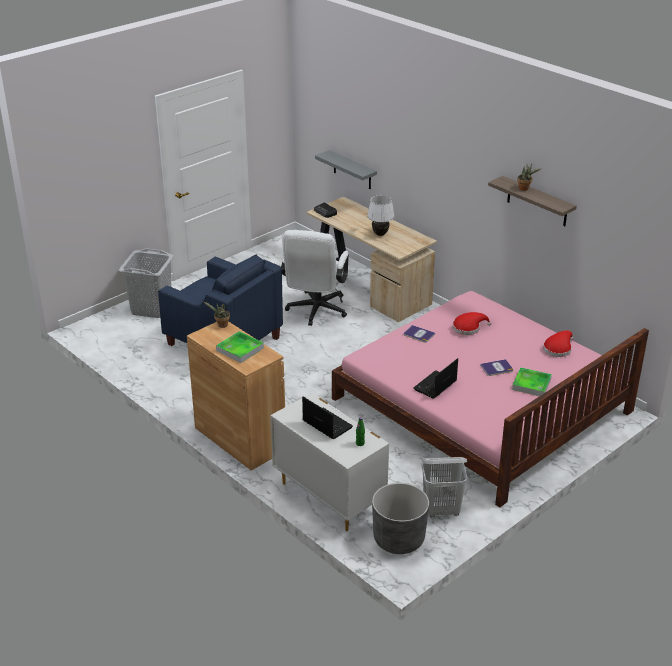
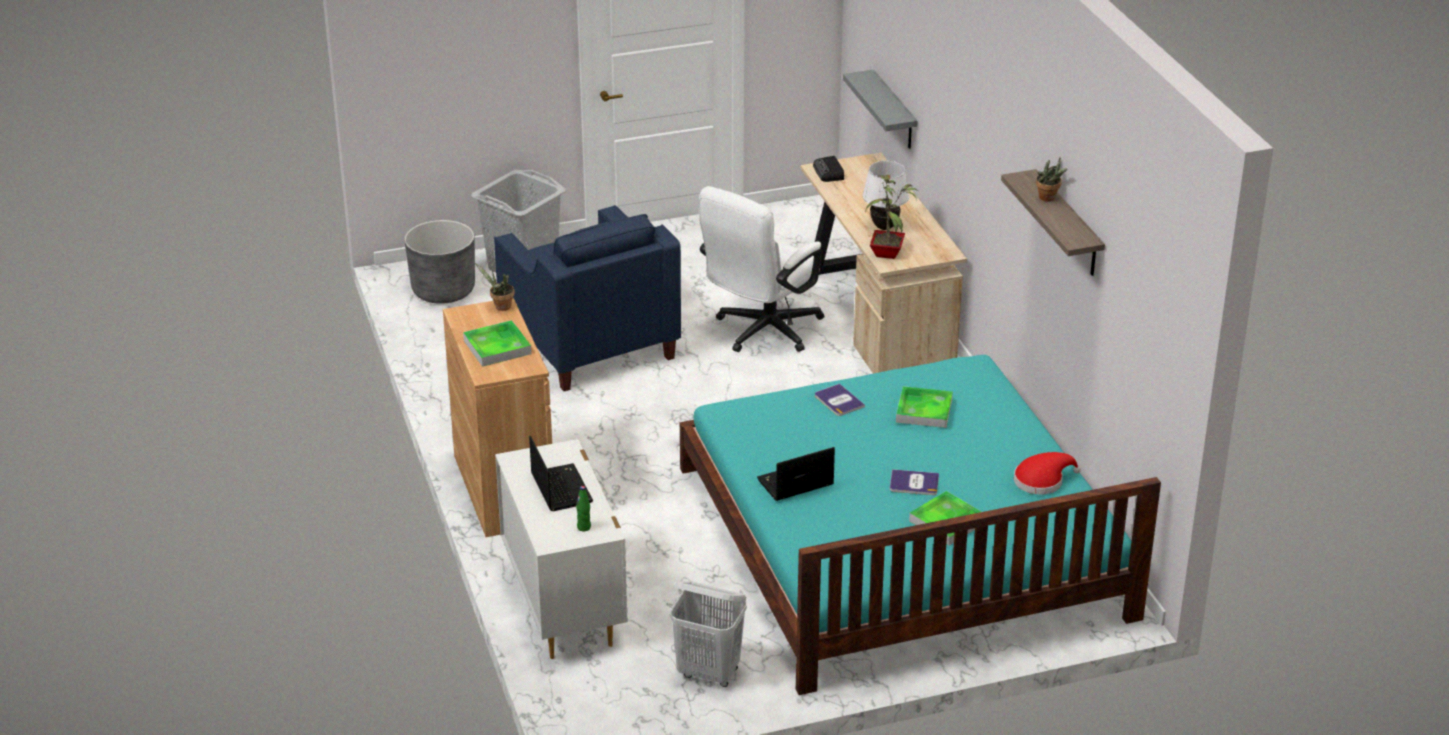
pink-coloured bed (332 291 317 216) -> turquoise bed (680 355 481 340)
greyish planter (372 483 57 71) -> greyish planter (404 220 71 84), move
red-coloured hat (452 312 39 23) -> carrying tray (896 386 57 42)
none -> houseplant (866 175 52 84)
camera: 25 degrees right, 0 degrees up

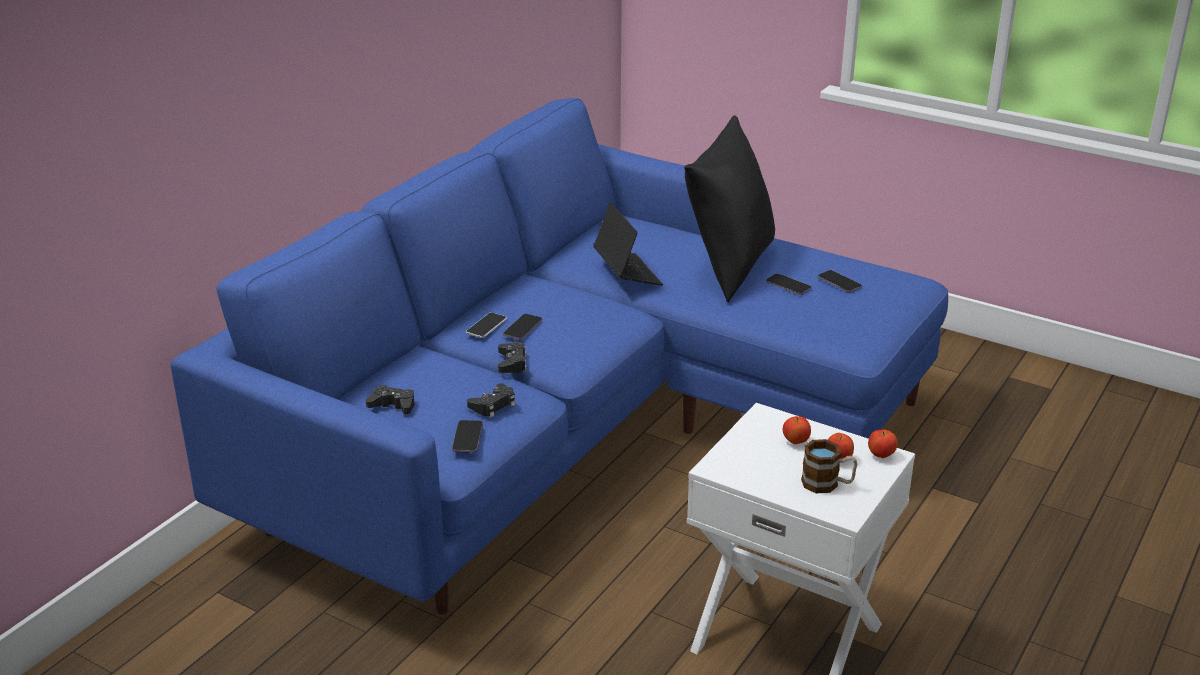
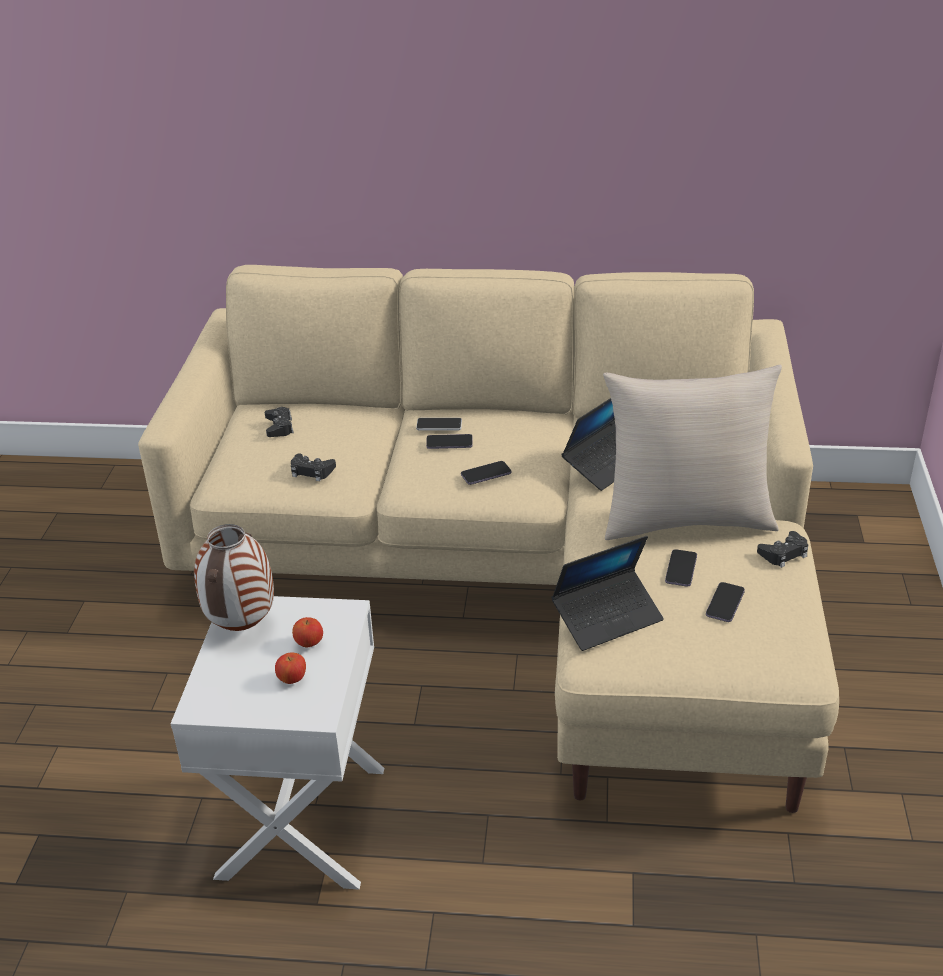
bluish sofa (171 98 777 516) -> beige sofa (138 265 701 548)
handset (452 420 31 32) -> handset (461 461 50 24), move
black game controller (498 342 29 31) -> black game controller (757 531 51 37), move
black throw pillow (684 116 91 186) -> beige throw pillow (603 365 179 175)
tea mug (801 439 56 54) -> none
apple fruit (868 430 30 28) -> none
none -> decorative vase (194 524 80 107)
none -> portable computer (551 536 113 115)
camera: 65 degrees right, 5 degrees up

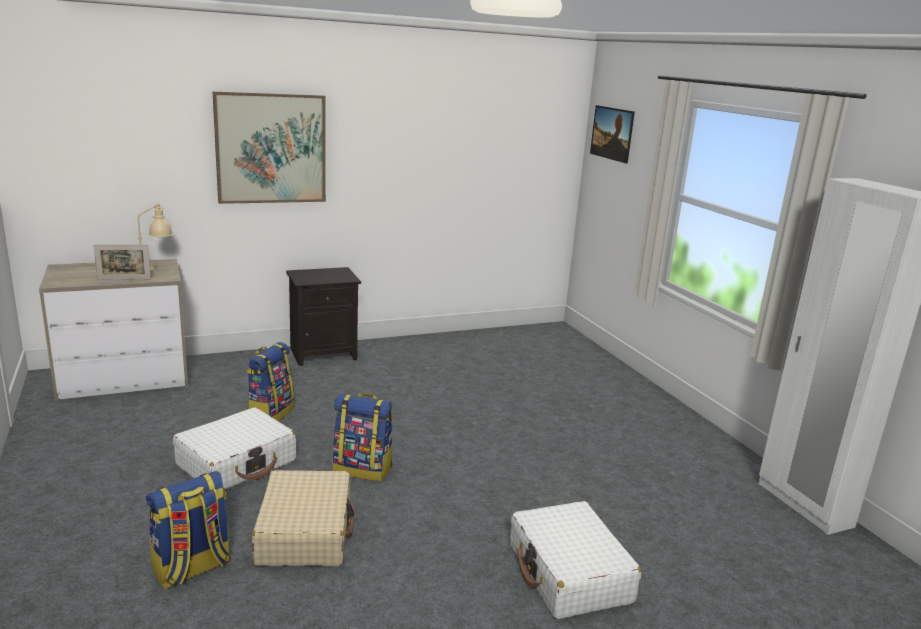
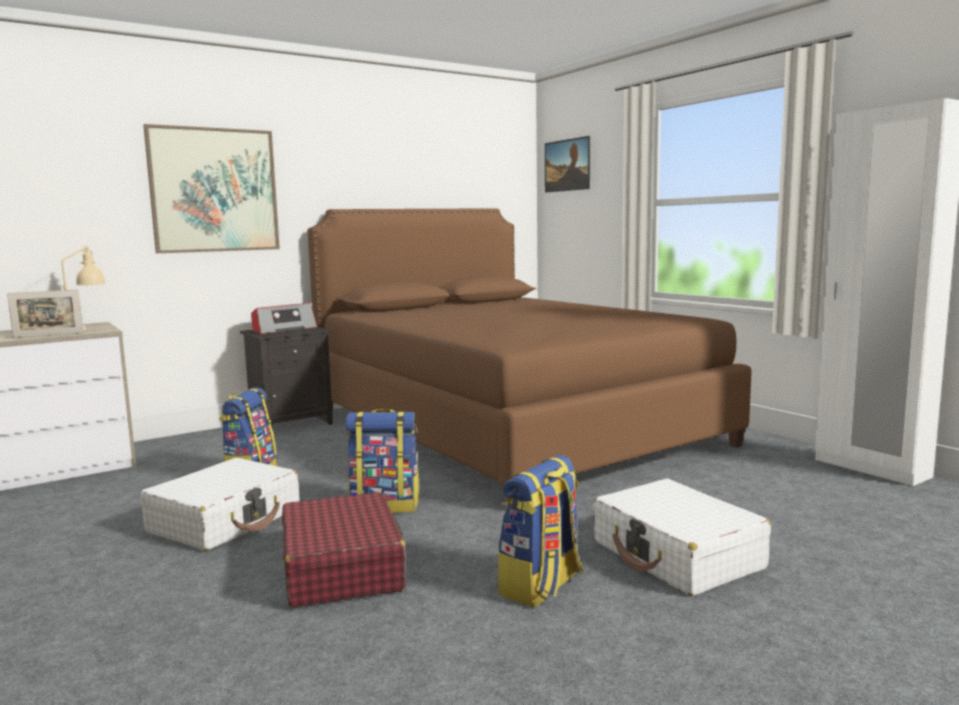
backpack (146 471 85 118) -> backpack (497 455 86 152), move
beige travel case (252 470 102 96) -> red-coloured travel case (282 492 124 115)
none -> radio receiver (251 303 66 31)
none -> brownish bed (308 208 444 291)
camera: 10 degrees left, 10 degrees down

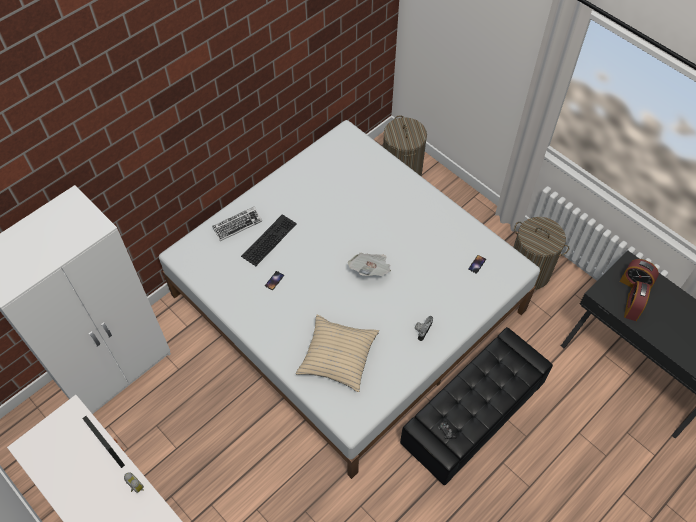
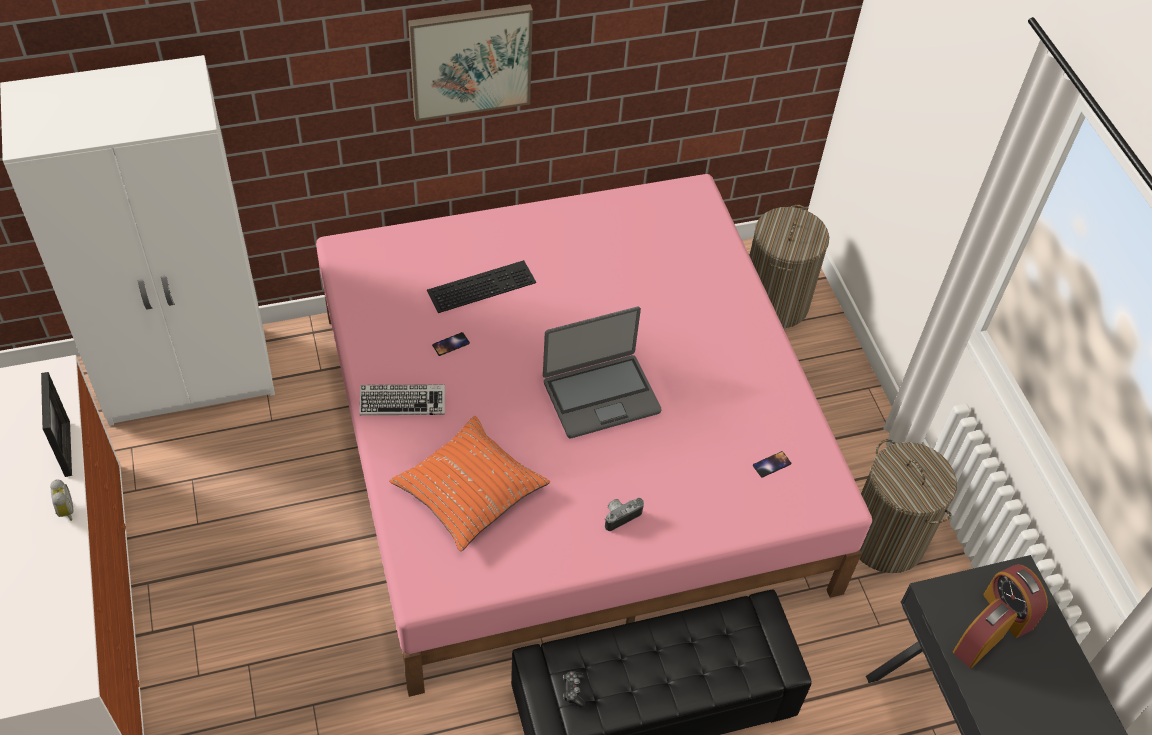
whitish bed (159 120 381 359) -> pink-coloured bed (316 174 556 523)
computer keyboard (212 206 50 35) -> computer keyboard (360 384 85 31), move
beige throw pillow (296 315 83 77) -> orange-coloured throw pillow (389 416 161 135)
printed paper (348 253 43 23) -> portable computer (543 307 119 132)
none -> picture (408 4 125 117)
camera: 25 degrees right, 5 degrees down

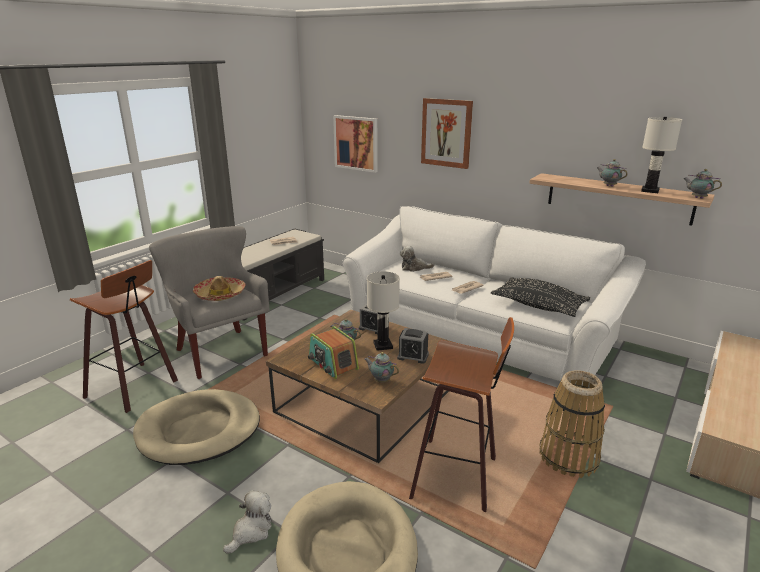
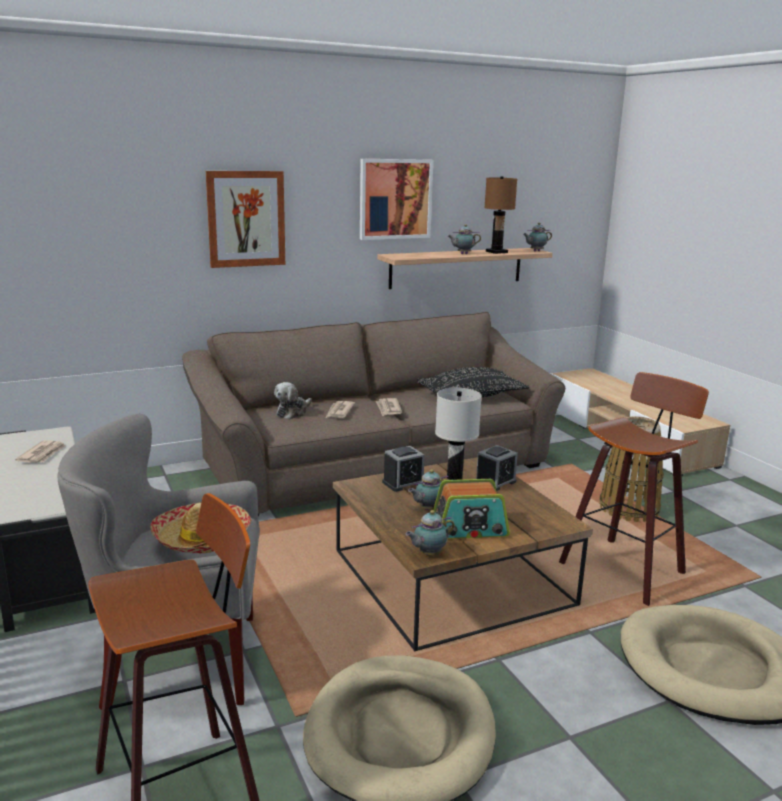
cuddly toy (223 490 49 64) -> none
picture (333 115 44 58) -> picture (360 159 73 81), move
whitish sofa (342 206 304 180) -> brownish sofa (182 312 383 206)
tea pot (364 352 35 30) -> tea pot (406 510 49 45), move
whitish table lamp (641 117 41 76) -> brownish table lamp (484 176 33 78)
camera: 60 degrees left, 5 degrees down

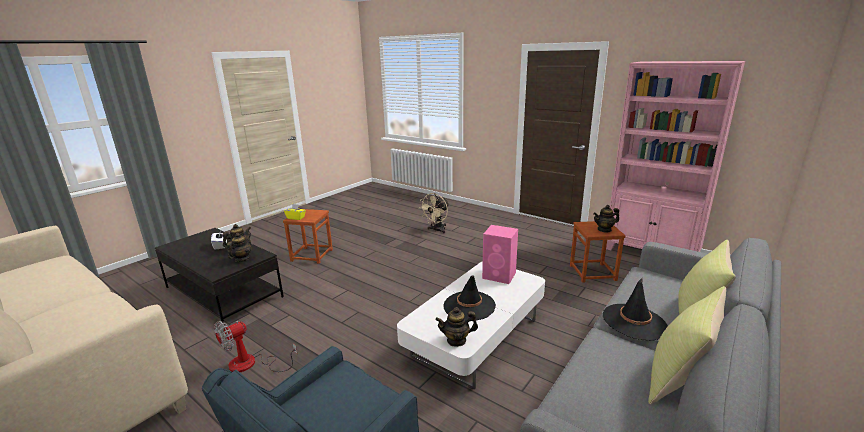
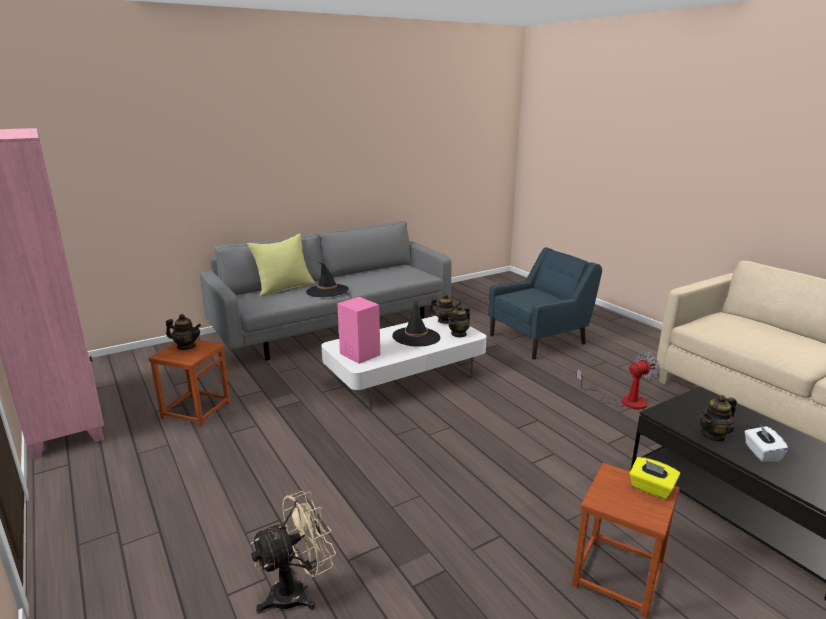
tea pot (227 233 24 29) -> tea pot (448 305 22 33), move
yellowish throw pillow (648 286 78 118) -> none
camera: 160 degrees left, 0 degrees up

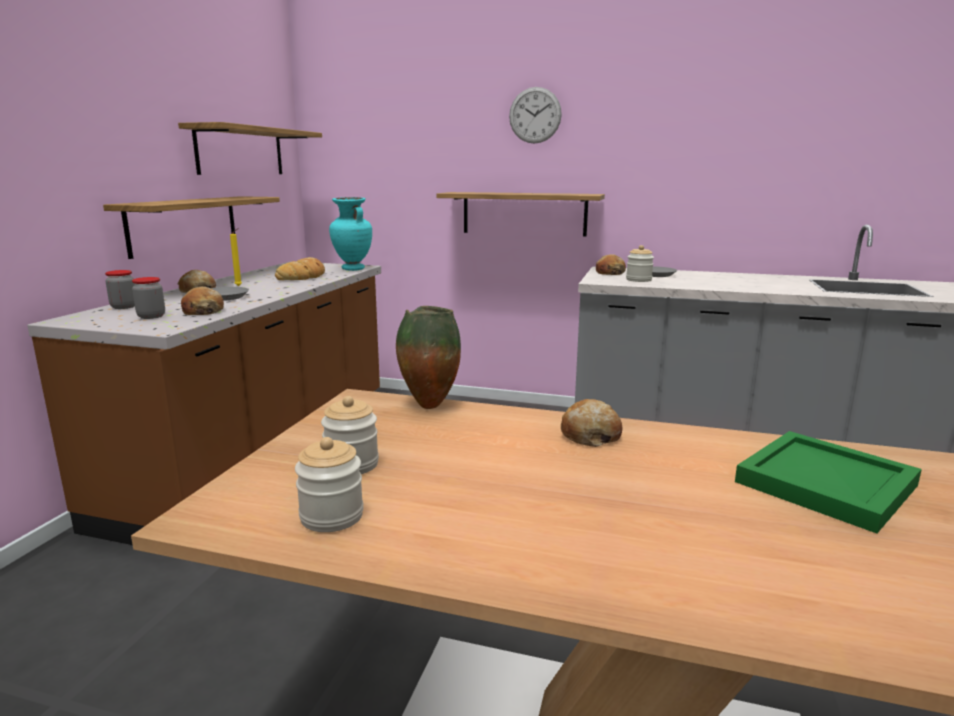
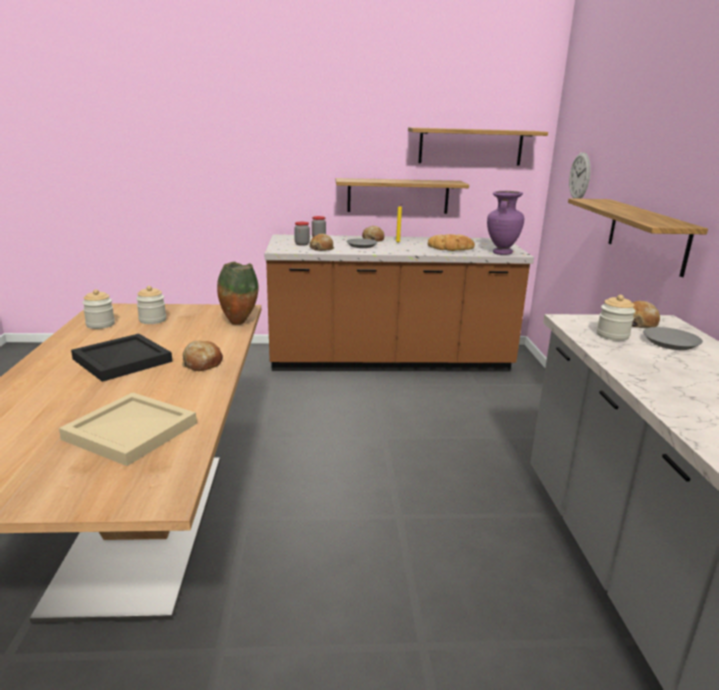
turquoise decorative vase (329 197 43 74) -> purplish decorative vase (487 191 37 64)
clock on the wall (509 87 53 57) -> clock on the wall (569 152 22 47), move
greenish carrying tray (735 431 187 102) -> beige carrying tray (59 392 138 74)
none -> black carrying tray (71 334 101 48)
camera: 70 degrees right, 5 degrees up

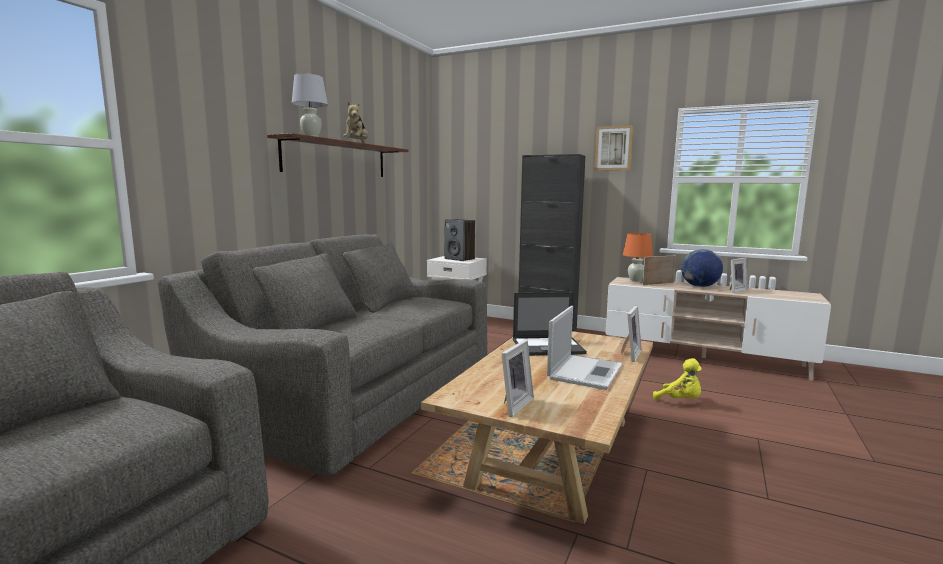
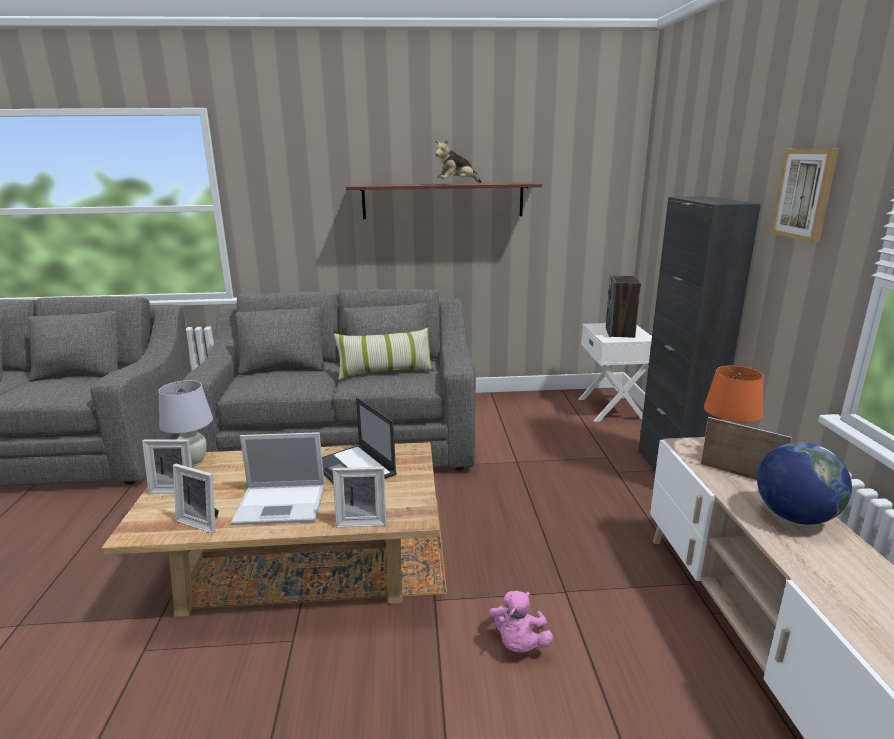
whitish table lamp (292 73 36 64) -> whitish table lamp (159 380 54 86), move
yellowish cuddly toy (653 358 49 42) -> pink-coloured cuddly toy (489 590 64 62)
picture frame (730 258 18 35) -> picture frame (173 464 46 69), move
none -> throw pillow (334 327 100 53)
camera: 60 degrees right, 10 degrees up

